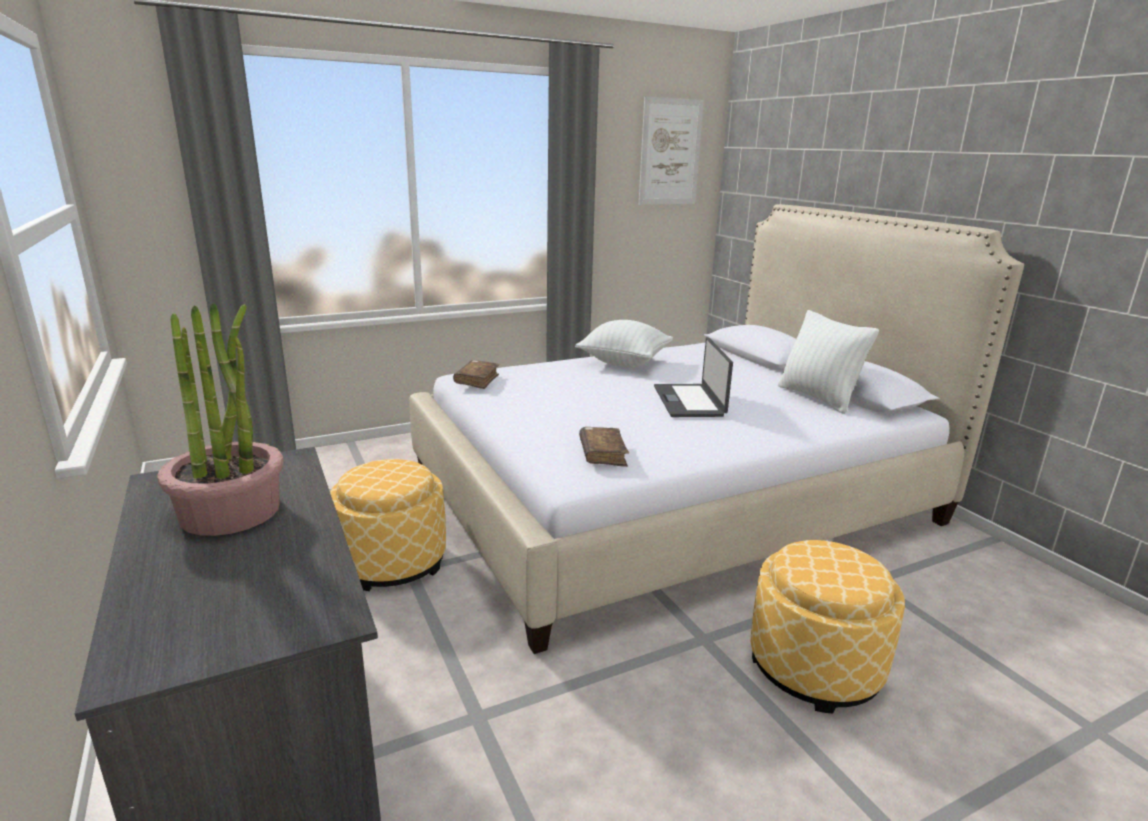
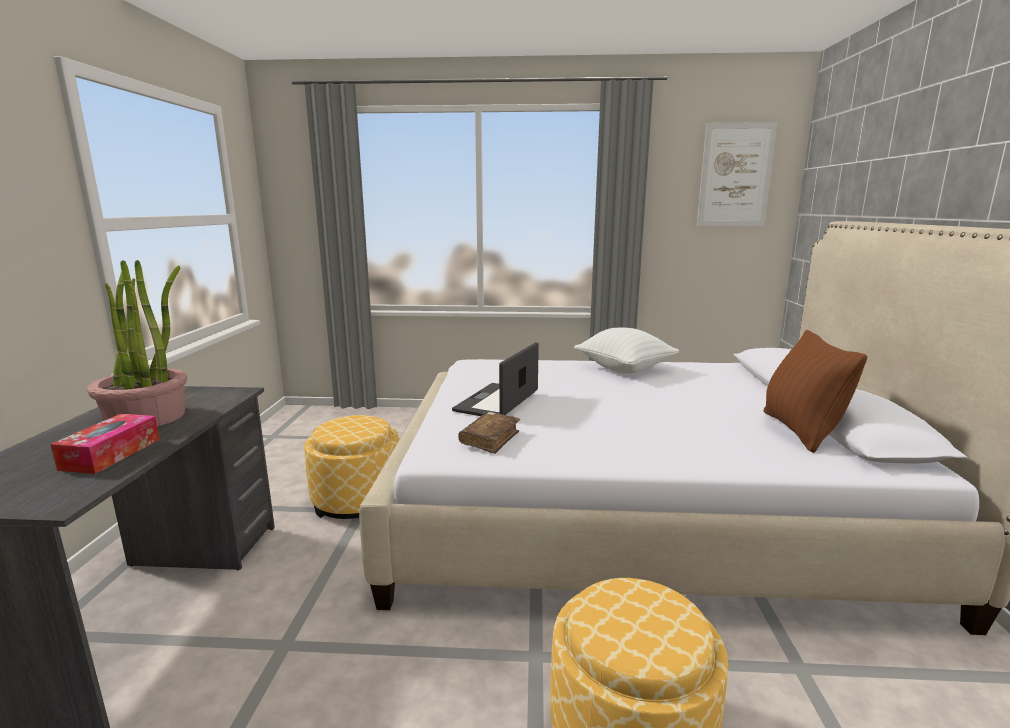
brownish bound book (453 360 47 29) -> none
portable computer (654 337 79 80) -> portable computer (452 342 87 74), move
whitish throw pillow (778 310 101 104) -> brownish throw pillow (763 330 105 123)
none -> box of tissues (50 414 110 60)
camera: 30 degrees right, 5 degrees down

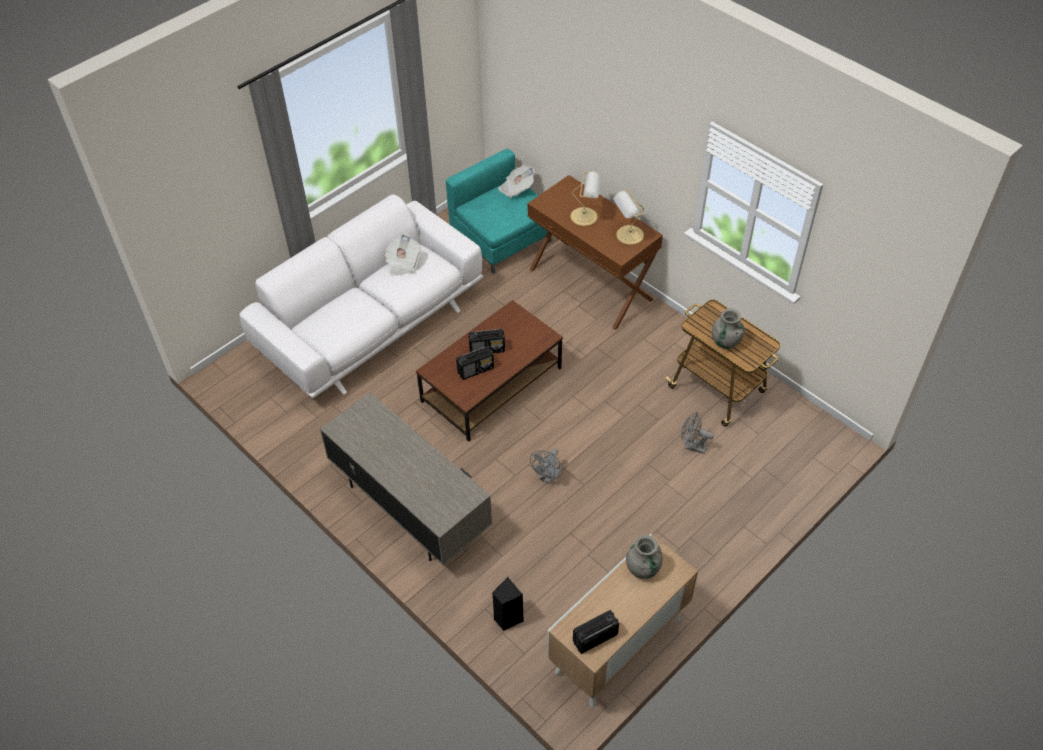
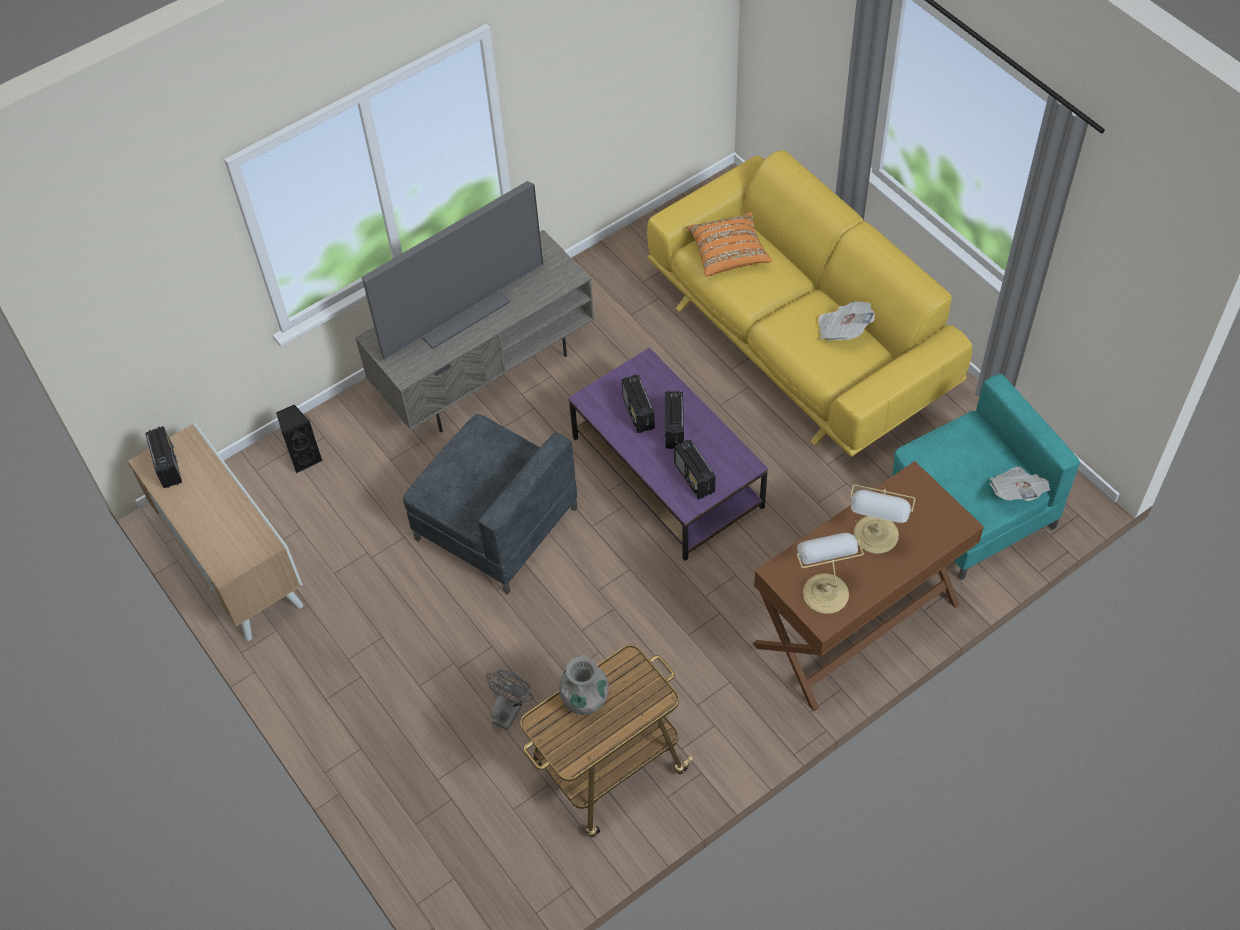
whitish sofa (239 194 244 204) -> yellowish sofa (647 150 325 307)
brownish low table (416 300 147 142) -> purplish low table (568 348 201 213)
greyish electric fan (530 448 33 36) -> greyish lounge chair (403 414 175 180)
greyish decorative vase (626 535 37 44) -> none
none -> TV (362 181 181 180)
none -> radio receiver (674 440 42 59)
none -> orange-coloured throw pillow (686 212 86 65)
camera: 100 degrees right, 5 degrees up

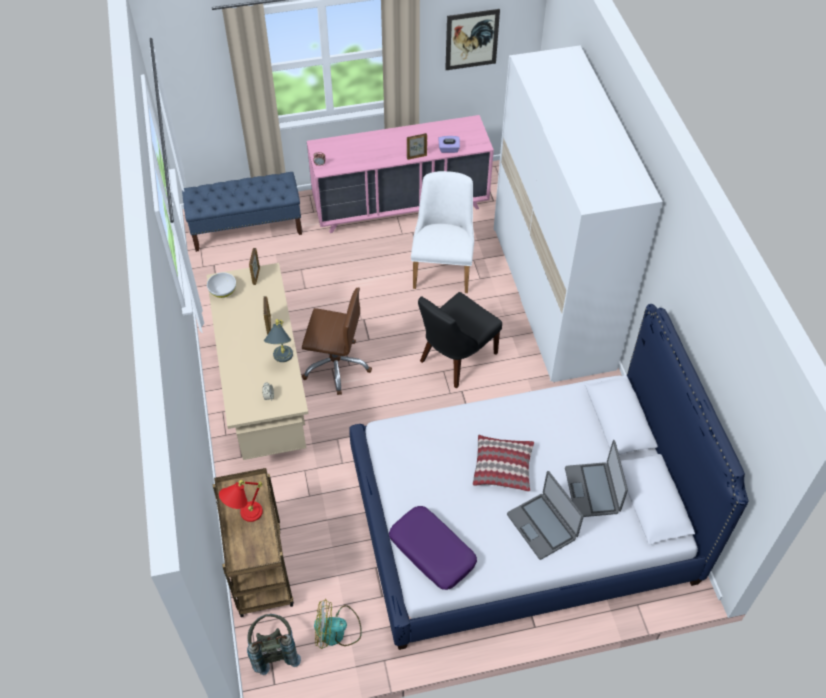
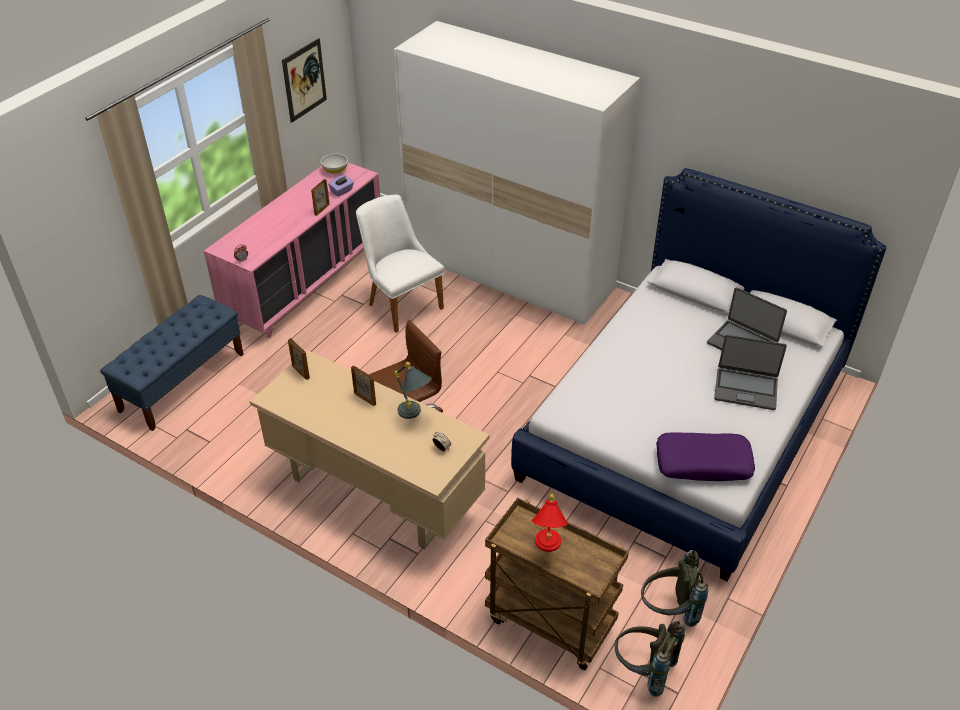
whitish bowl (207 272 29 26) -> whitish bowl (321 153 27 21), move
electric fan (314 599 48 50) -> greyish backpack (641 550 67 77)
black chair (418 292 84 96) -> none
throw pillow (473 435 61 57) -> none
camera: 45 degrees left, 10 degrees down

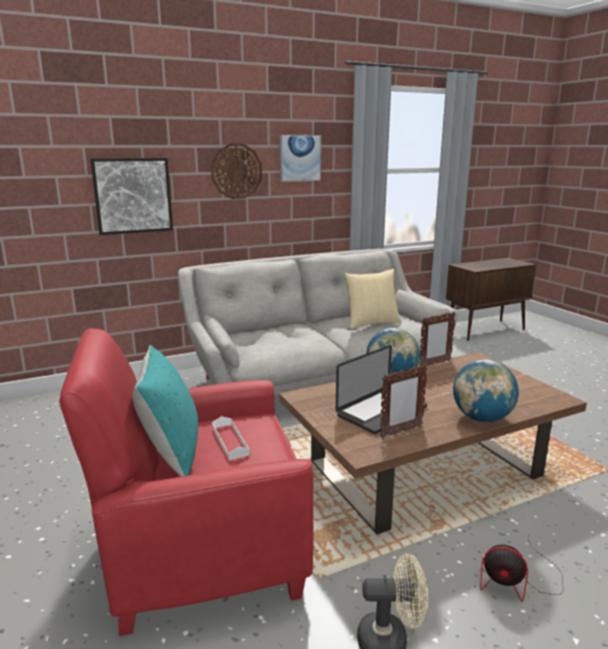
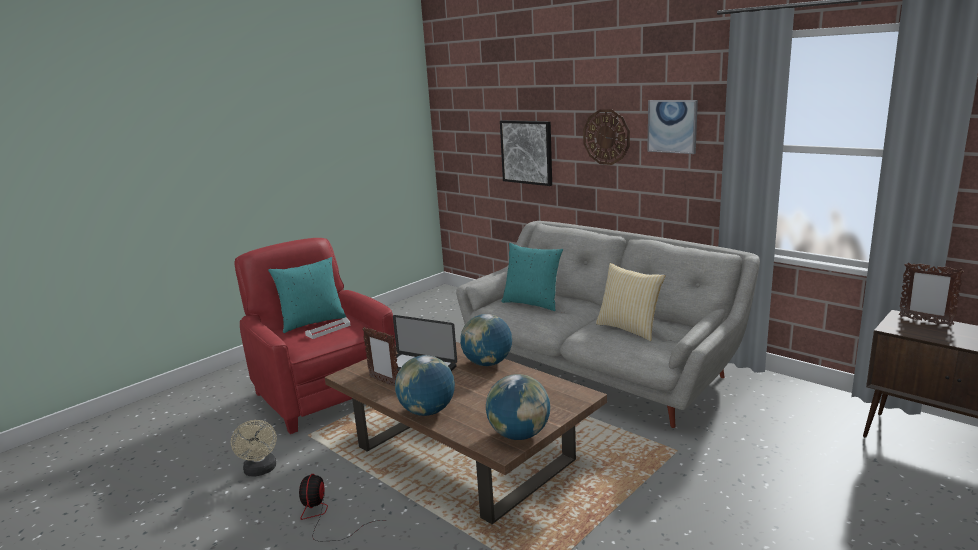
picture frame (419 312 37 55) -> picture frame (899 262 65 64), move
none -> globe (486 374 64 66)
none -> turquoise throw pillow (501 243 62 68)
camera: 70 degrees right, 0 degrees up

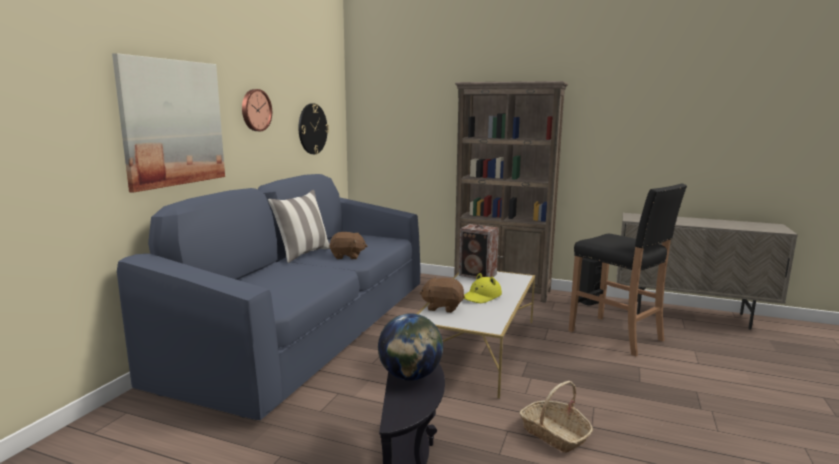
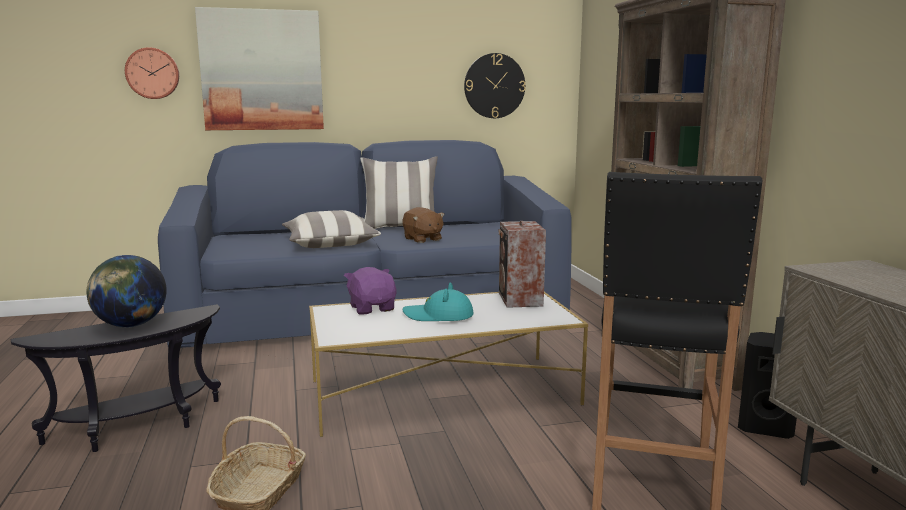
clock on the wall (242 89 30 42) -> clock on the wall (125 47 54 52), move
brownish cuddly toy (419 277 46 36) -> purplish cuddly toy (344 267 53 48)
yellowish hat (464 273 38 30) -> turquoise hat (402 282 72 39)
none -> throw pillow (282 210 99 38)
camera: 55 degrees right, 0 degrees up

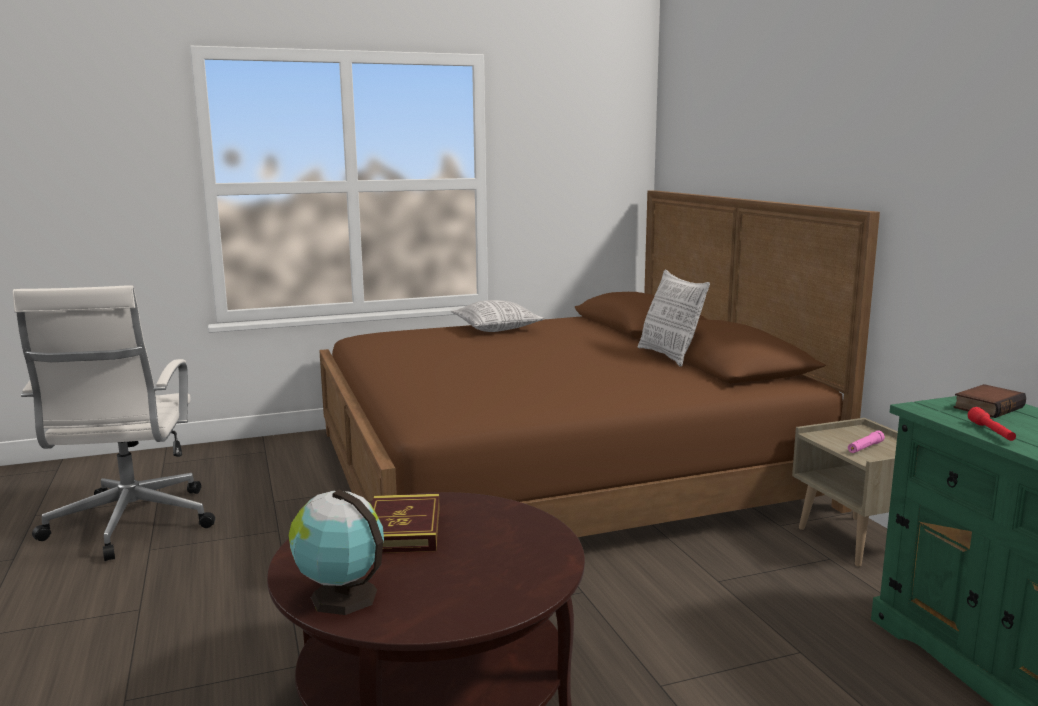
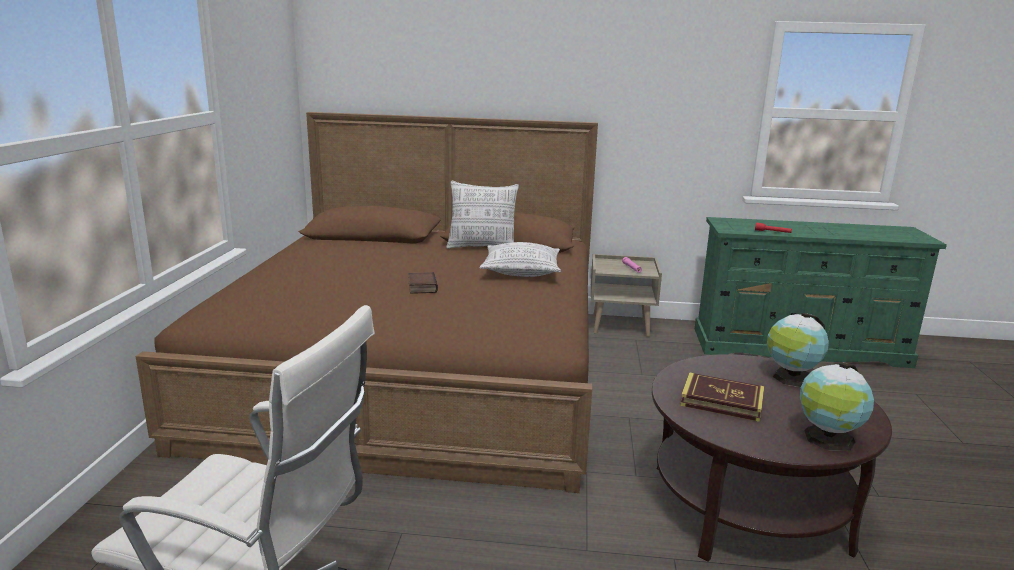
throw pillow (451 300 94 32) -> throw pillow (480 242 81 35), move
bound book (954 384 72 34) -> bound book (408 272 30 22), move
none -> globe (767 313 62 74)
camera: 65 degrees left, 5 degrees up

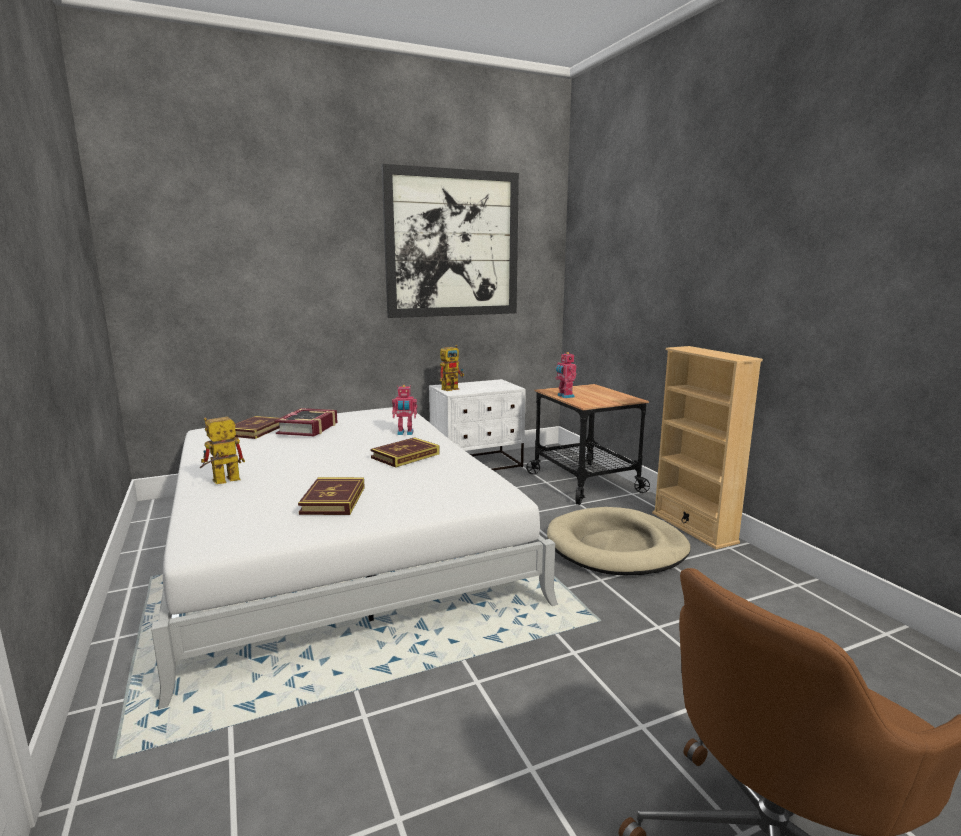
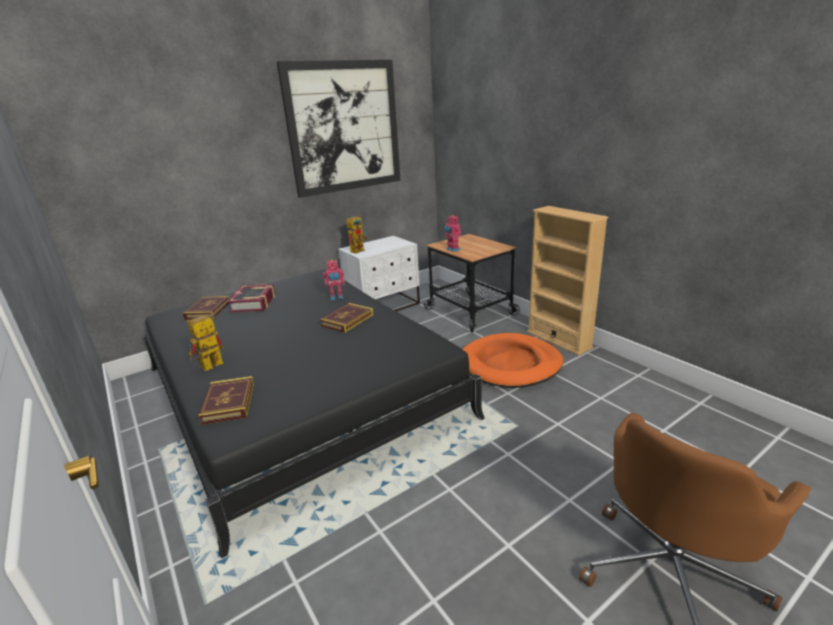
whitish bed (151 407 407 302) -> black bed (143 270 342 289)
bound book (298 477 67 38) -> bound book (198 376 56 49), move
beige pet bed (547 507 144 69) -> orange-coloured pet bed (462 333 102 55)
camera: 10 degrees left, 10 degrees up

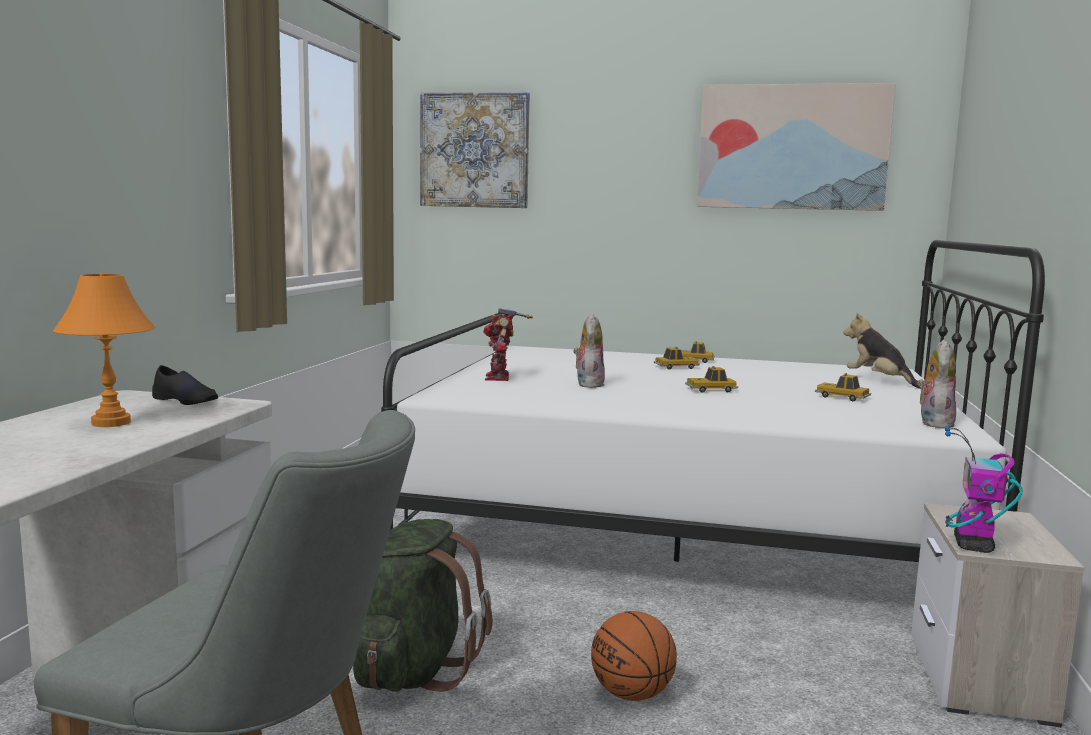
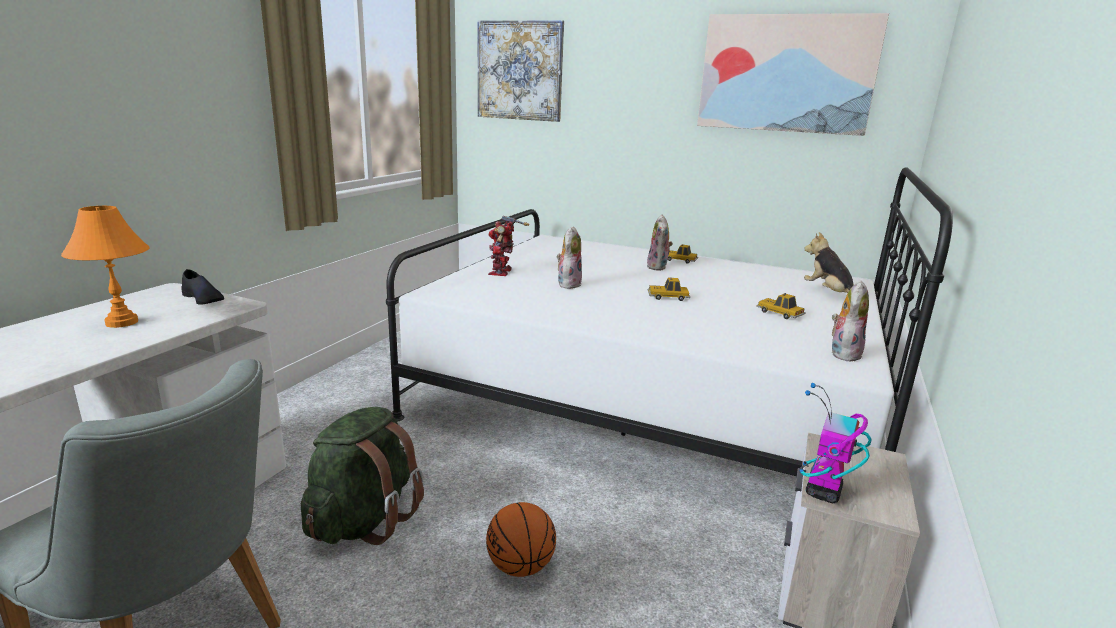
model car (654 347 46 23) -> cuddly toy (647 215 26 56)
camera: 10 degrees right, 10 degrees up

